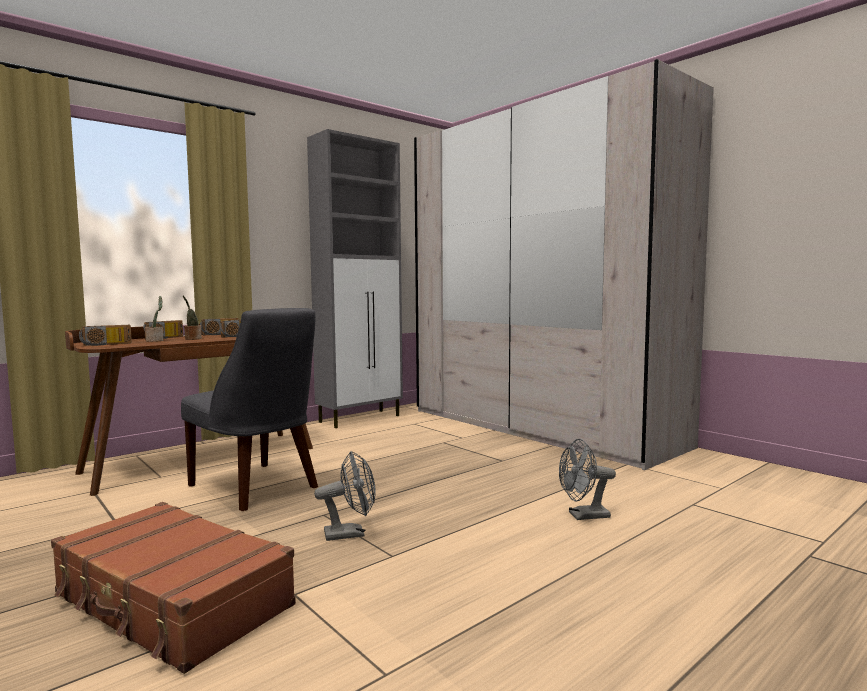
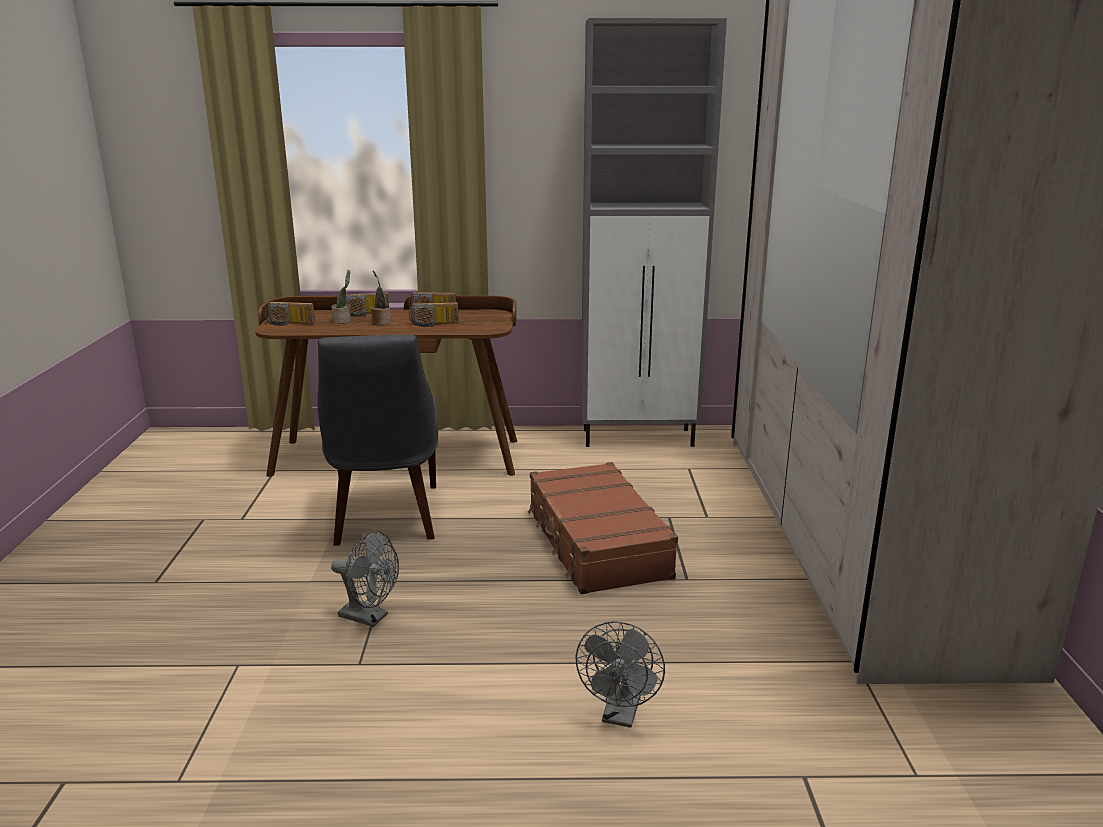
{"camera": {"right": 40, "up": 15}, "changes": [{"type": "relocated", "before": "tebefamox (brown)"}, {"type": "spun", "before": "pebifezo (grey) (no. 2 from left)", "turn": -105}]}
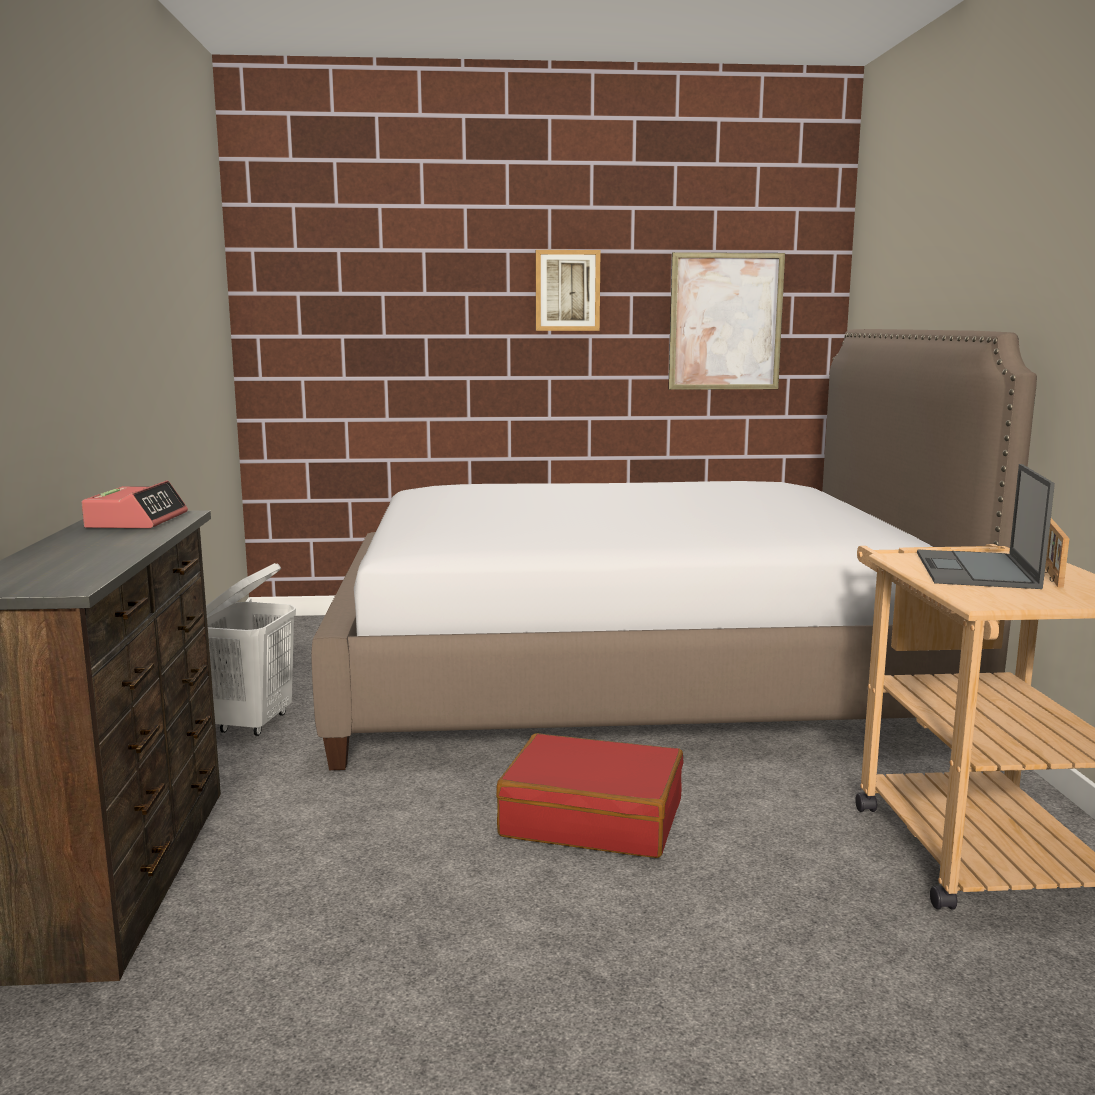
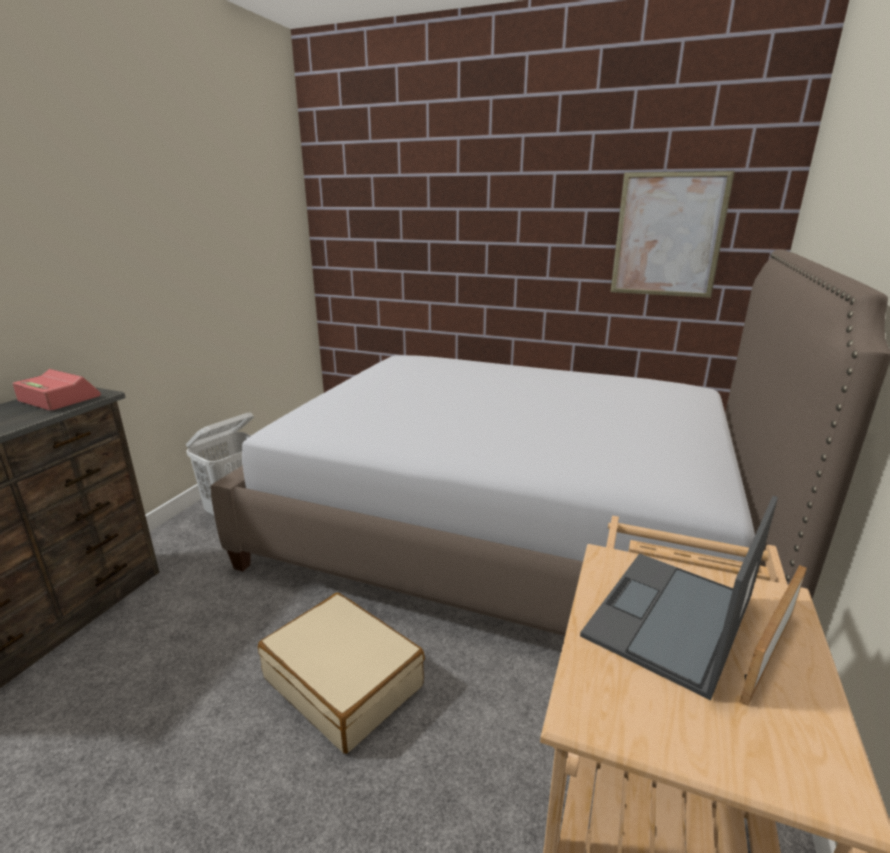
{"camera": {"right": 25, "up": 10}, "changes": [{"type": "missing", "before": "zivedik (no. 1 from left)"}, {"type": "colour", "before": "tebefamox (red)", "after": "tebefamox (beige)"}, {"type": "spun", "before": "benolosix", "turn": -90}]}
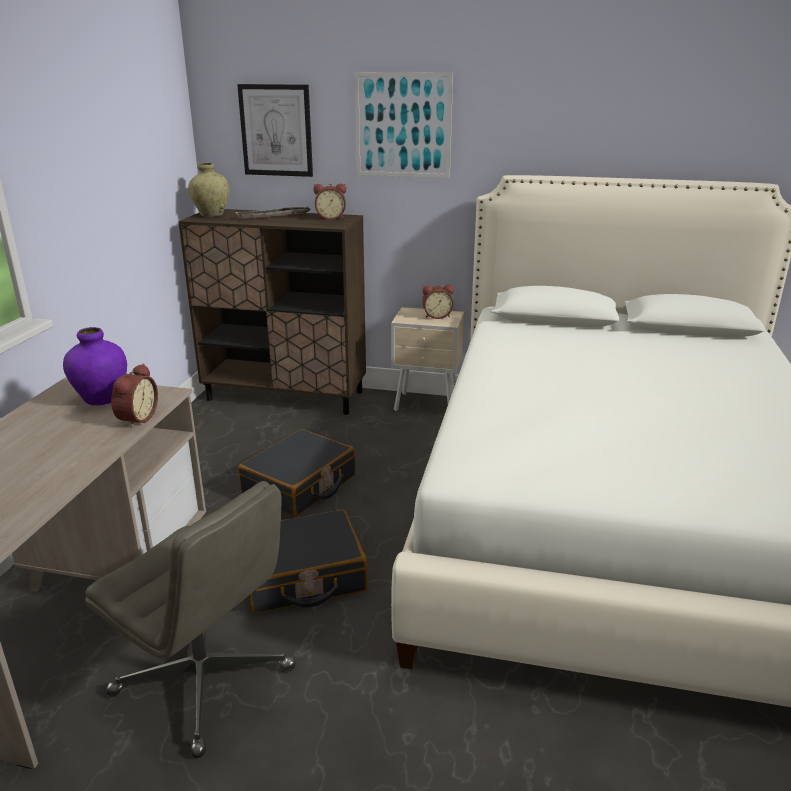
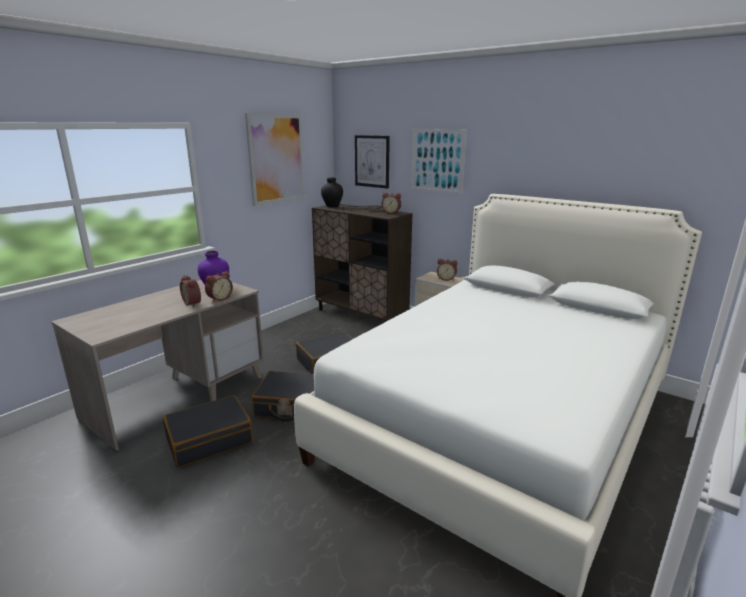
{"camera": {"right": 25, "up": -5}, "changes": [{"type": "appeared", "after": "benolosix (no. 1 from left)"}, {"type": "appeared", "after": "zivedik (no. 1 from left)"}, {"type": "exchanged", "before": "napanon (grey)", "after": "tebefamox (black) (no. 1 from left)"}, {"type": "colour", "before": "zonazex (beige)", "after": "zonazex (black)"}]}
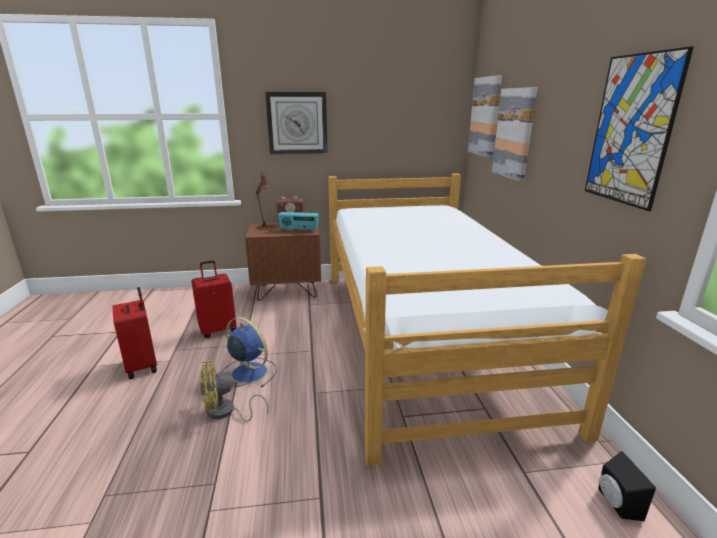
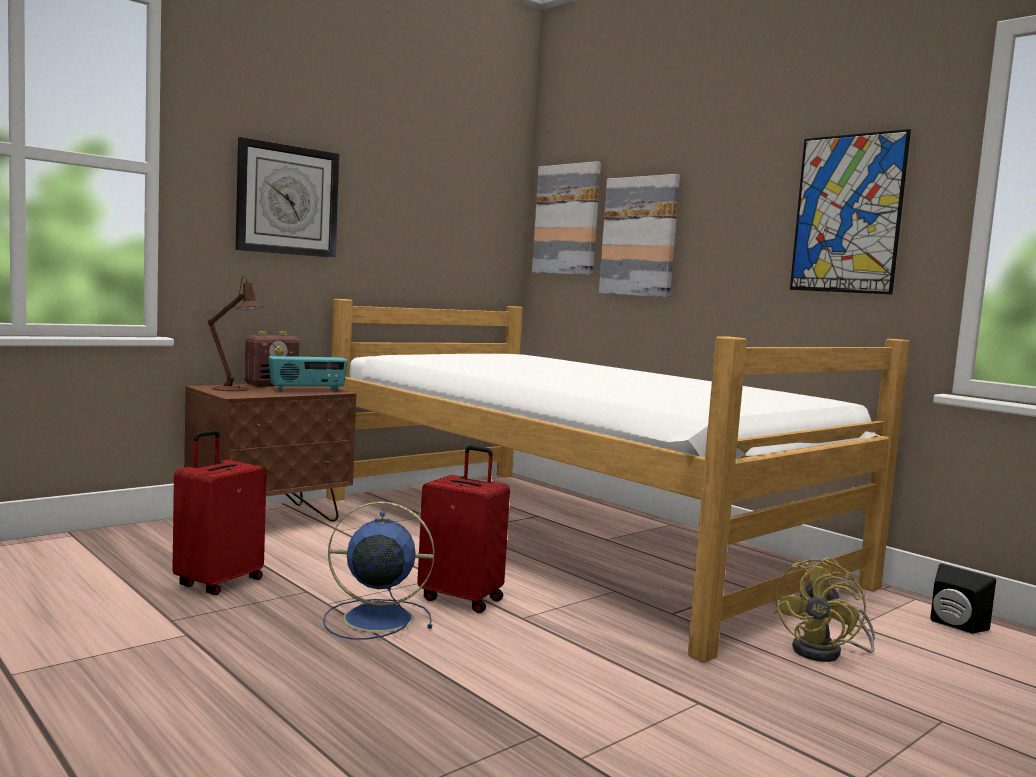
{"camera": {"right": -35, "up": -15}, "changes": [{"type": "relocated", "before": "tebefamox (red) (no. 1 from left in the first image)", "after": "tebefamox (red) (no. 2 from left)"}, {"type": "relocated", "before": "pebifezo (yellow)"}]}
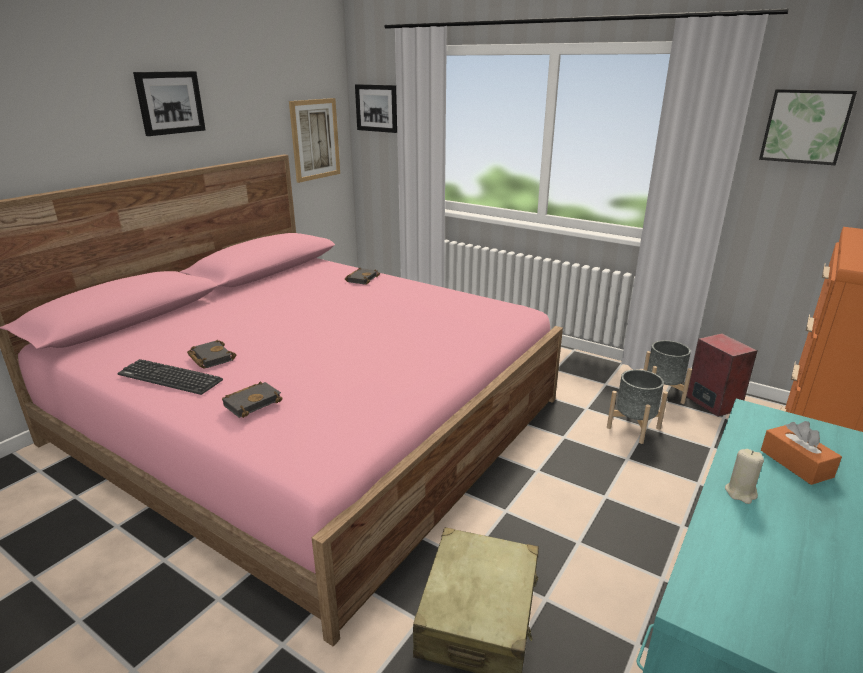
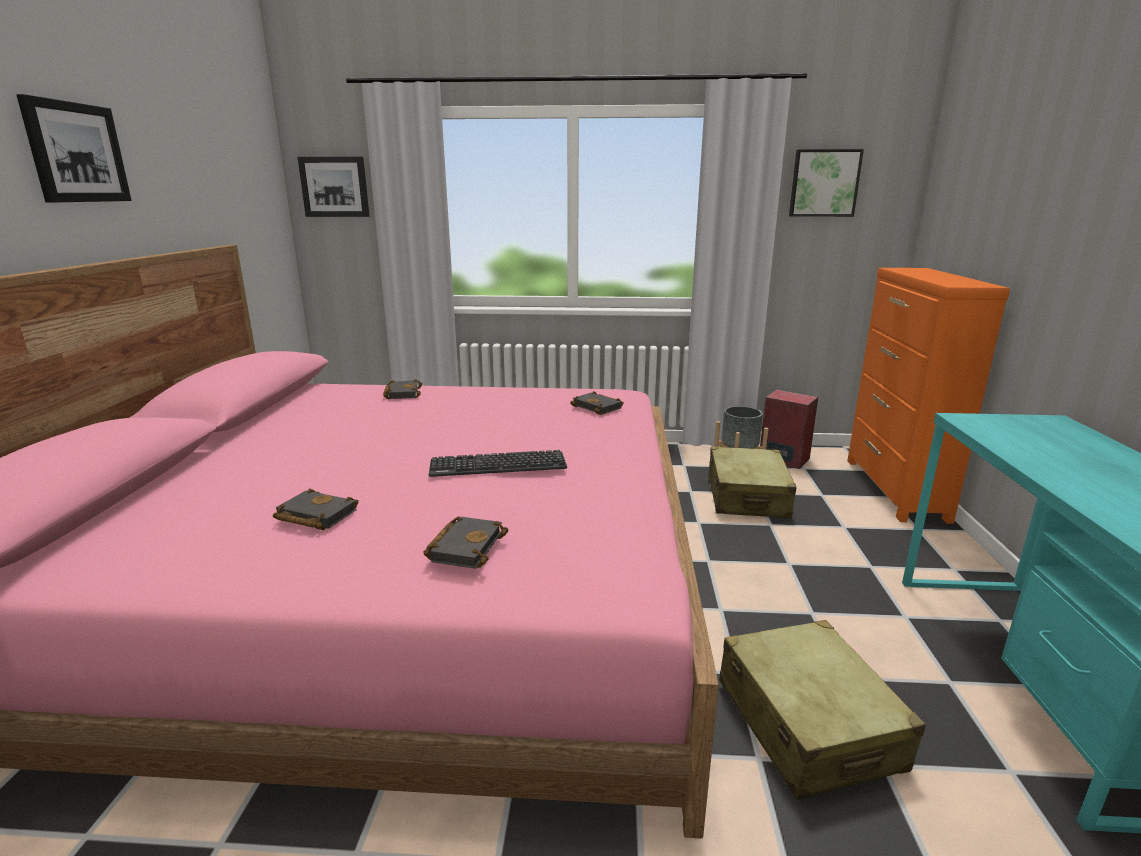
{"camera": {"right": -30, "up": -5}, "changes": [{"type": "missing", "before": "zivedik (no. 2 from left)"}, {"type": "missing", "before": "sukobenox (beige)"}, {"type": "missing", "before": "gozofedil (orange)"}, {"type": "appeared", "after": "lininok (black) (no. 4 from left)"}, {"type": "relocated", "before": "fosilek"}, {"type": "exchanged", "before": "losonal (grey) (no. 1 from left)", "after": "tebefamox (beige) (no. 1 from left)"}]}
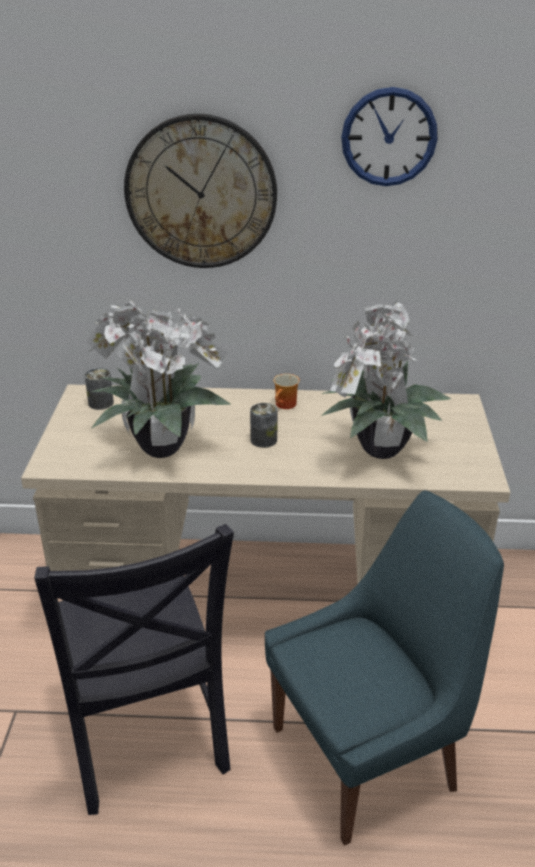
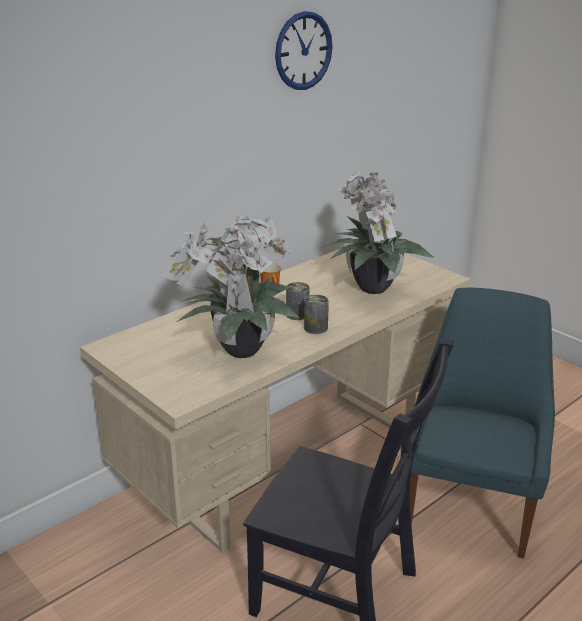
{"camera": {"right": -45, "up": -5}, "changes": [{"type": "missing", "before": "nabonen (no. 1 from left)"}, {"type": "relocated", "before": "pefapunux (no. 1 from left in the first image)", "after": "pefapunux (no. 2 from left)"}]}
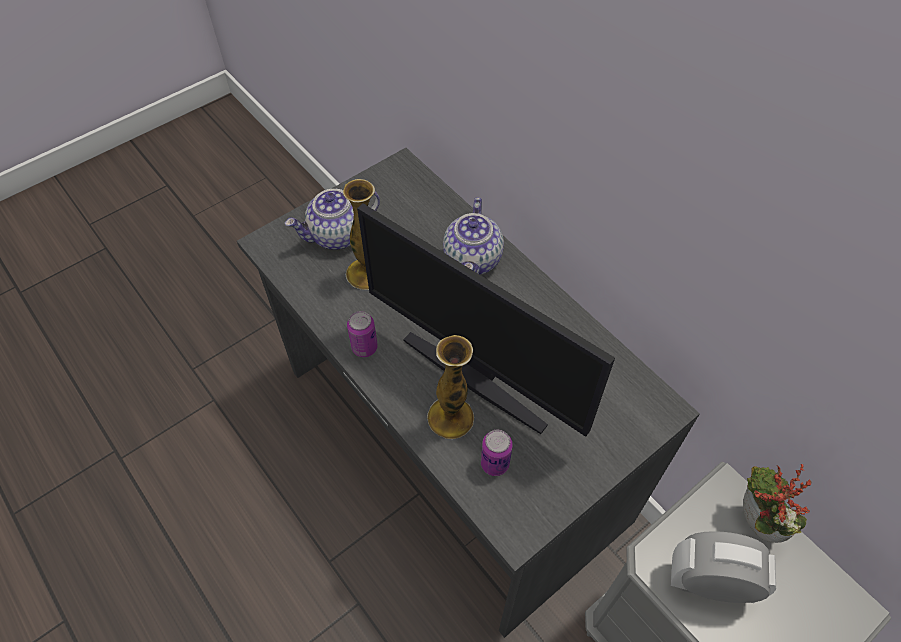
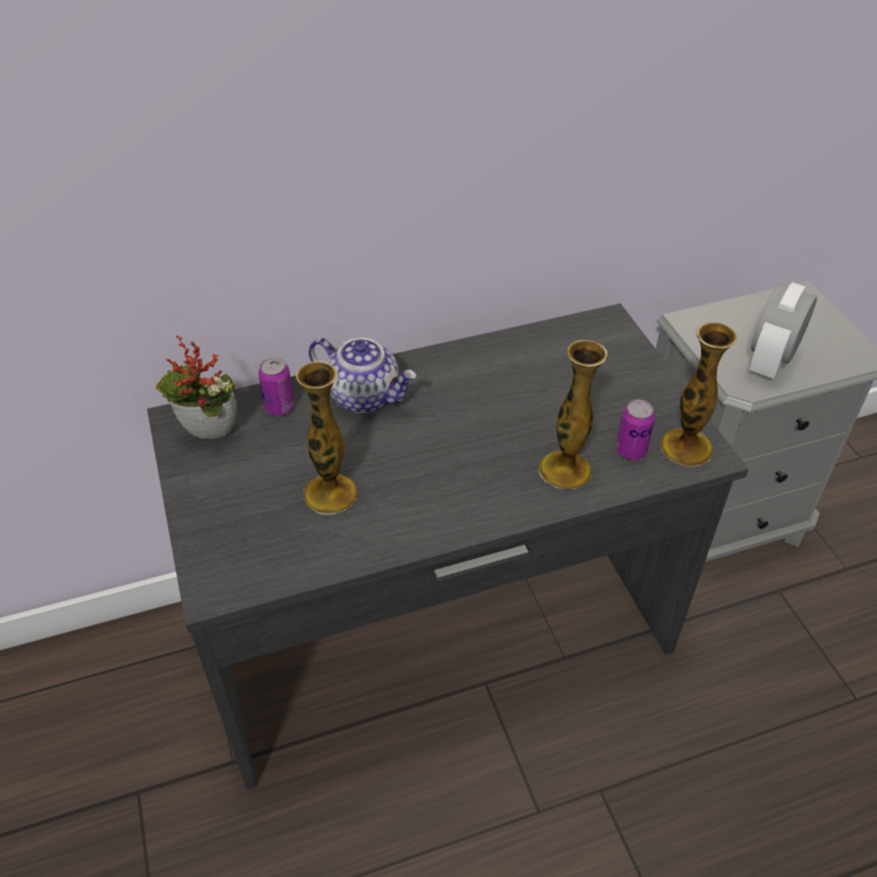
{"camera": {"right": -70, "up": -10}, "changes": [{"type": "missing", "before": "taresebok (no. 1 from left)"}, {"type": "missing", "before": "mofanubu"}, {"type": "appeared", "after": "zonazex (no. 3 from left)"}, {"type": "relocated", "before": "pefapunux (no. 1 from left)"}, {"type": "relocated", "before": "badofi"}]}
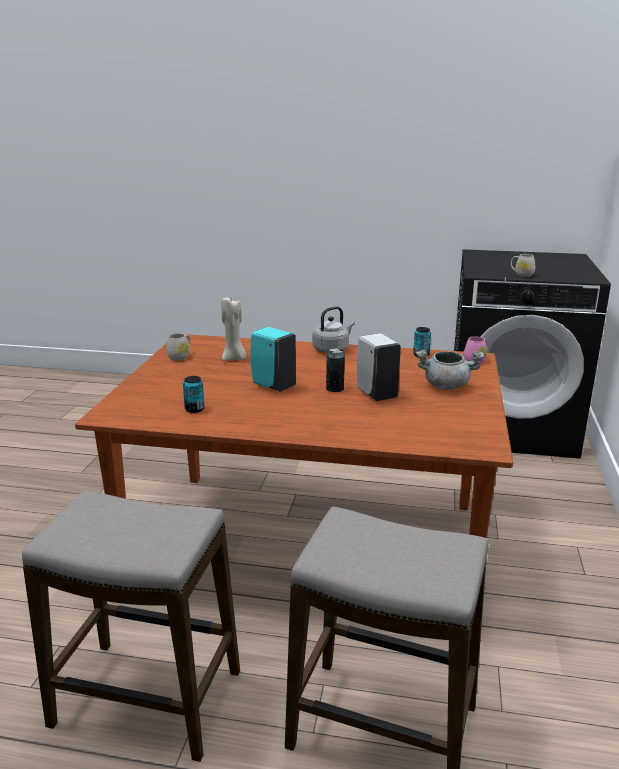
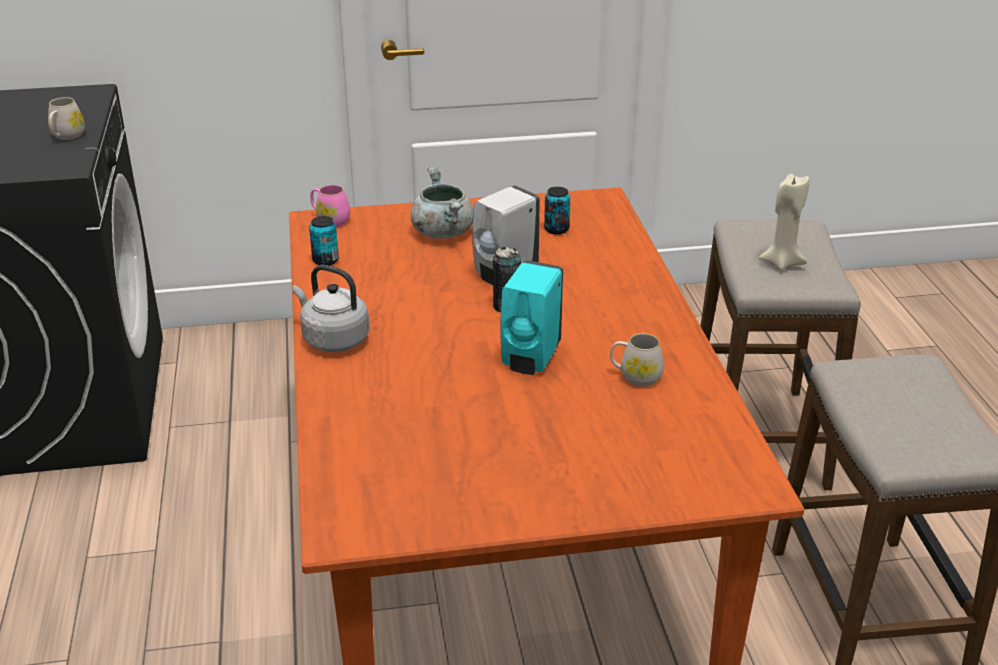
{"camera": {"right": -110, "up": 10}, "changes": [{"type": "relocated", "before": "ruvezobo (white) (no. 1 from left in the first image)", "after": "ruvezobo (white) (no. 2 from left)"}, {"type": "relocated", "before": "pefapunux (no. 1 from left in the first image)", "after": "pefapunux (no. 3 from left)"}, {"type": "relocated", "before": "sukobenox (beige)"}]}
